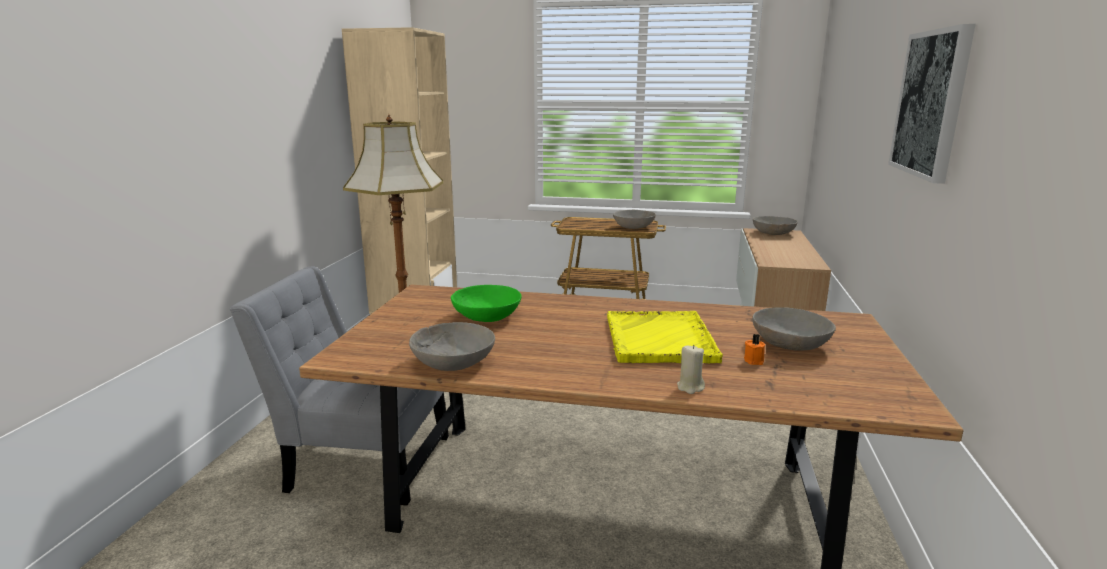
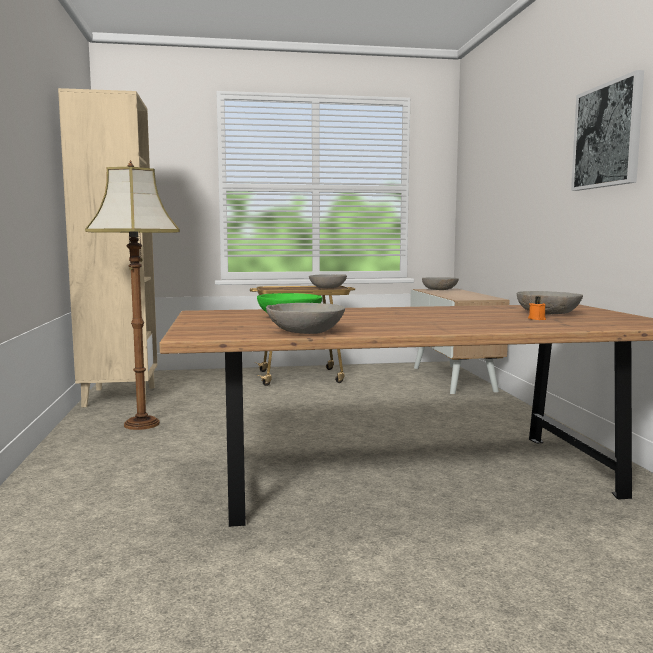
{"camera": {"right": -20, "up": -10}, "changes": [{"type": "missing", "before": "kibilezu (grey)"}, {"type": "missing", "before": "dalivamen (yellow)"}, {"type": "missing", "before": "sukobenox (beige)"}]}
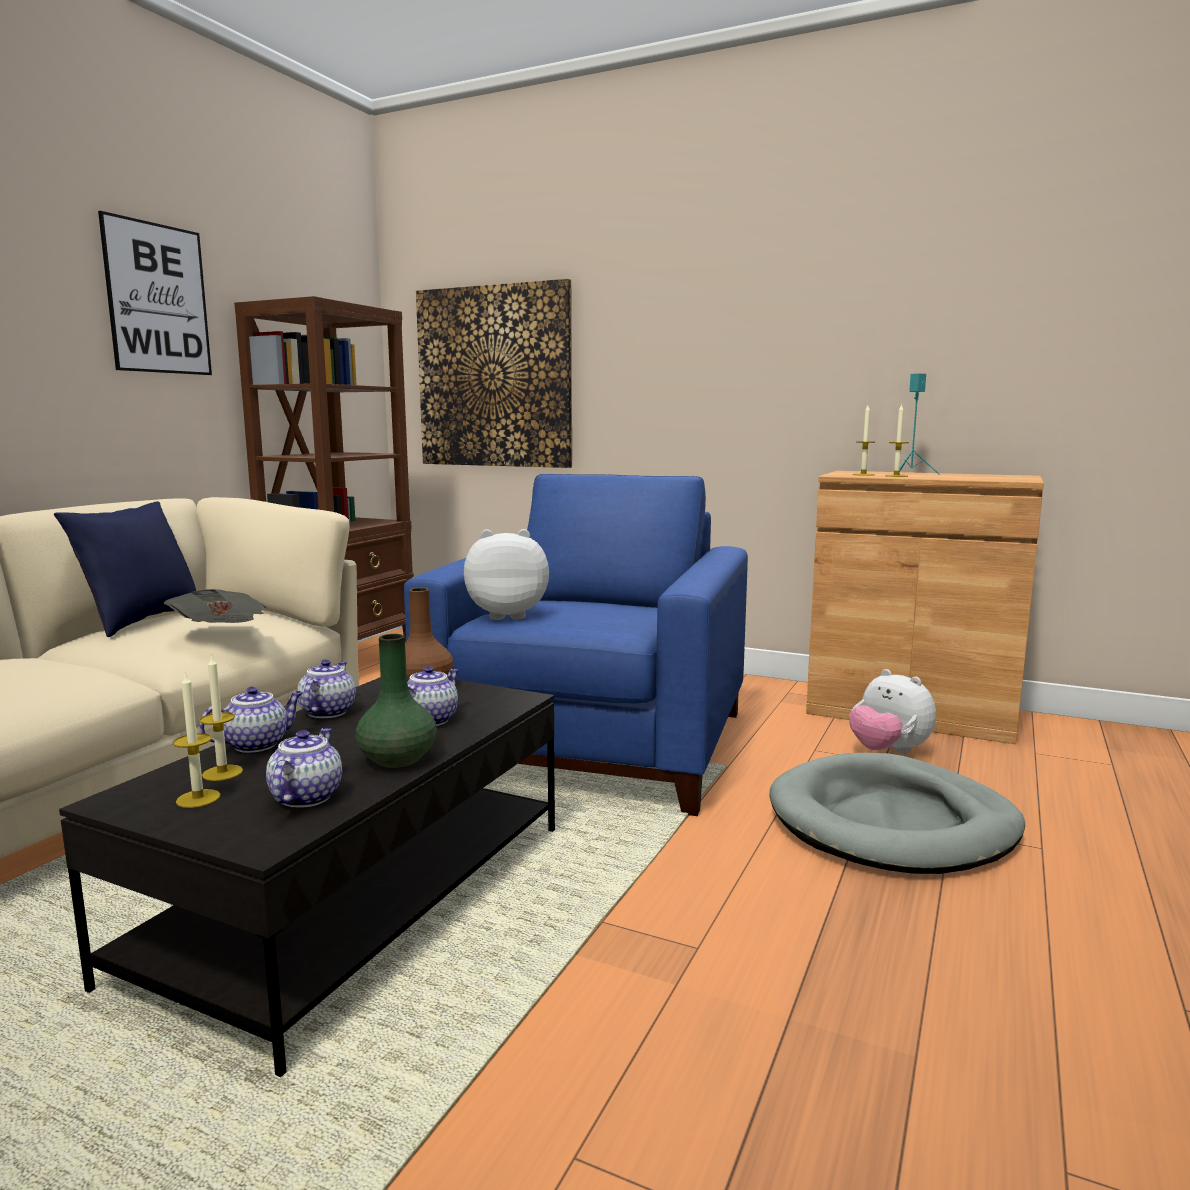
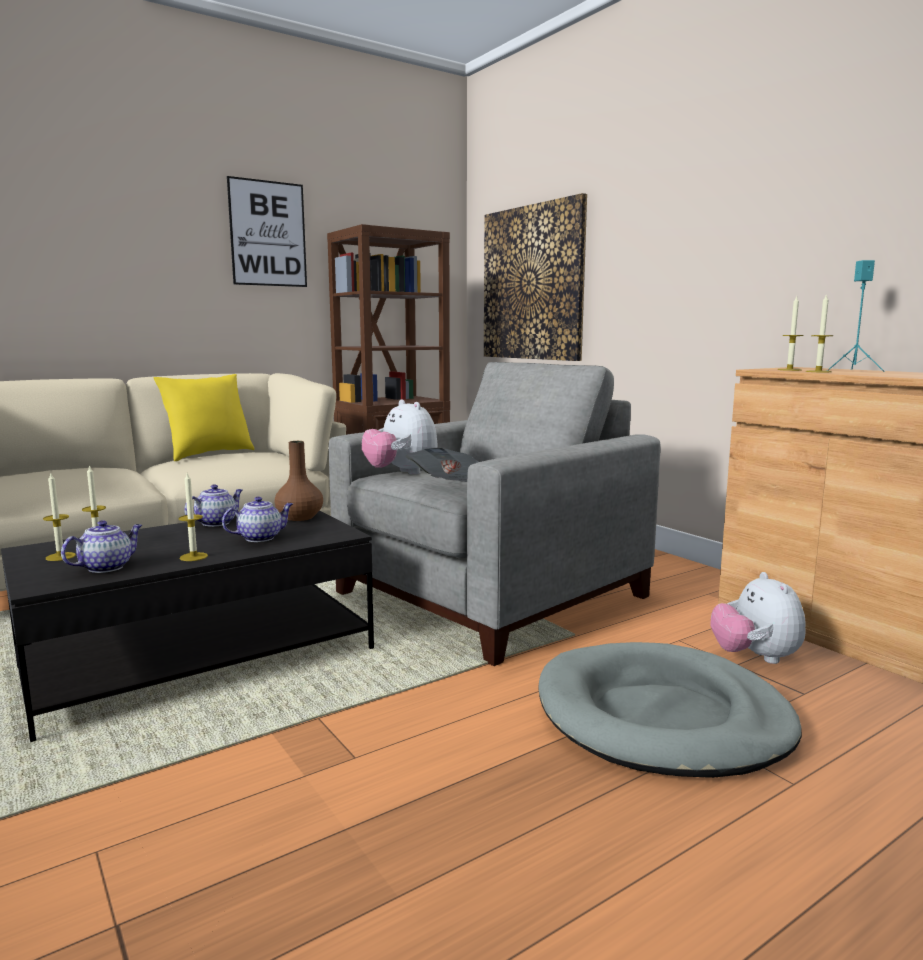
{"camera": {"right": 30, "up": 0}, "changes": [{"type": "missing", "before": "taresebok (no. 1 from left)"}, {"type": "relocated", "before": "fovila"}, {"type": "exchanged", "before": "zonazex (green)", "after": "sukobenox (no. 3 from left)"}, {"type": "colour", "before": "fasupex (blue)", "after": "fasupex (yellow)"}, {"type": "colour", "before": "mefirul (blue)", "after": "mefirul (grey)"}, {"type": "spun", "before": "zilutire (no. 1 from left)", "turn": -150}]}
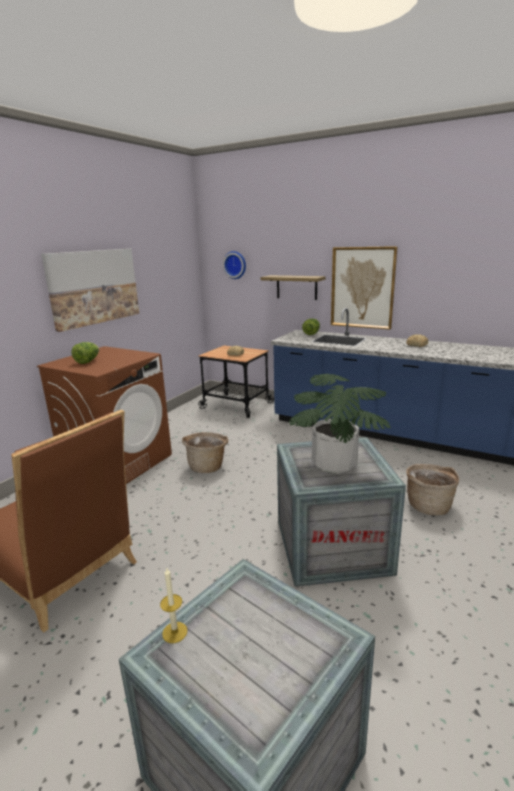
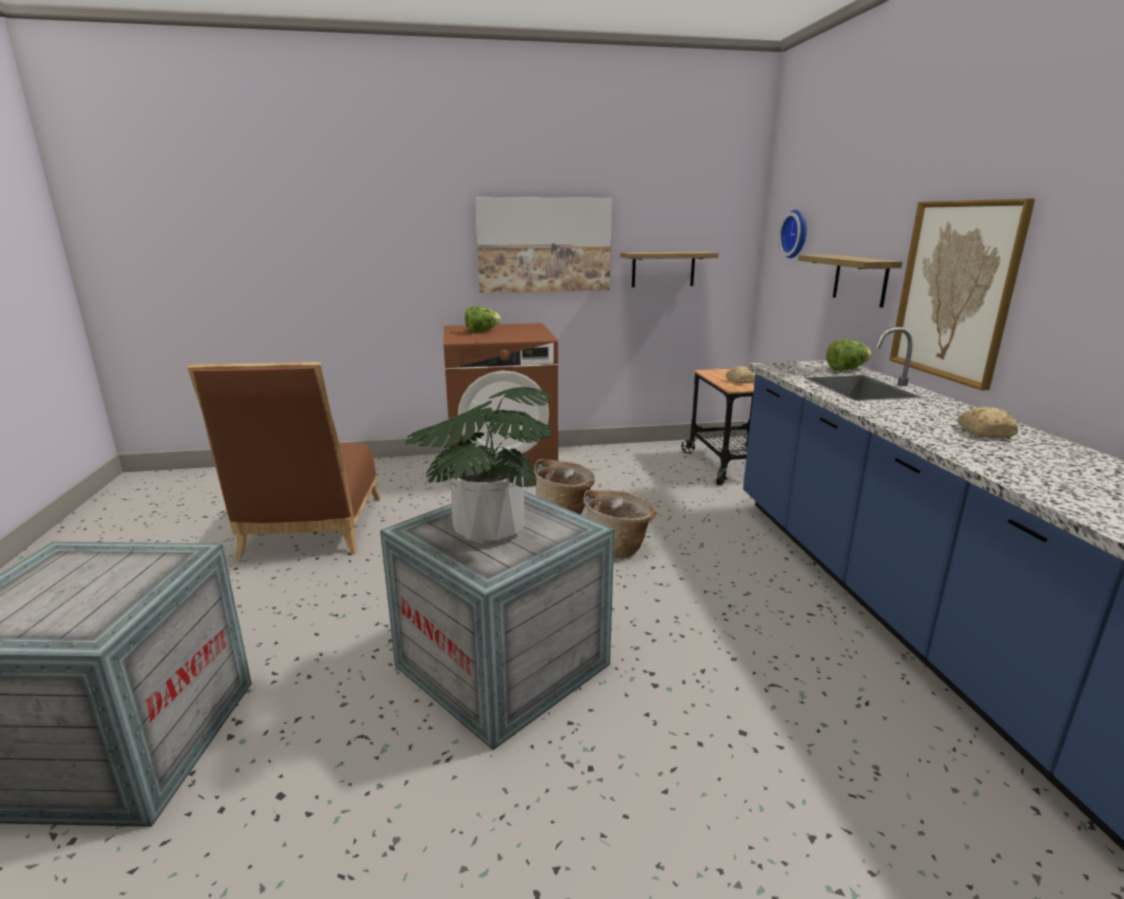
{"camera": {"right": 50, "up": 0}, "changes": [{"type": "missing", "before": "sukobenox"}, {"type": "appeared", "after": "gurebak (no. 1 from left)"}, {"type": "relocated", "before": "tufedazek (no. 2 from left)"}]}
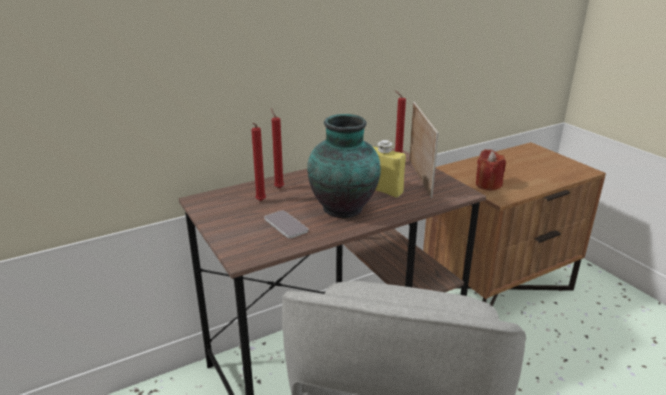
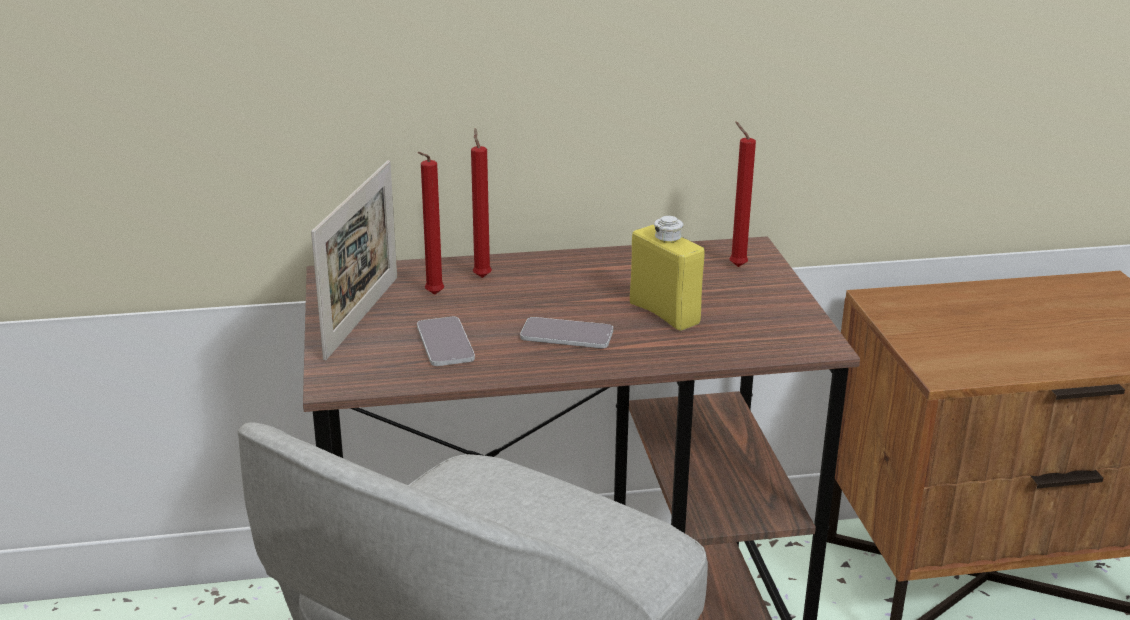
{"camera": {"right": 20, "up": 0}, "changes": [{"type": "missing", "before": "sukobenox (red) (no. 4 from left)"}, {"type": "relocated", "before": "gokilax"}, {"type": "exchanged", "before": "zonazex", "after": "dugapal (no. 2 from left)"}]}
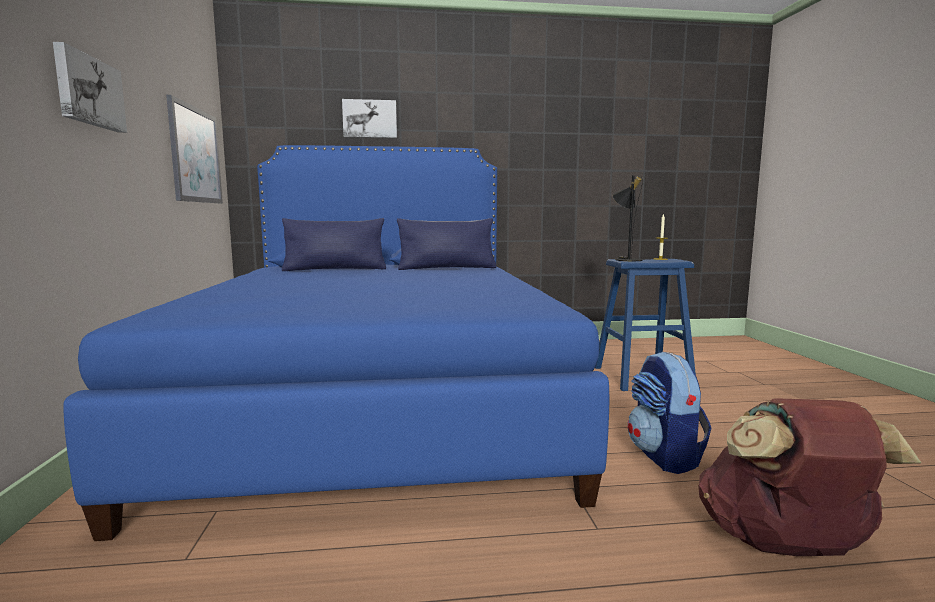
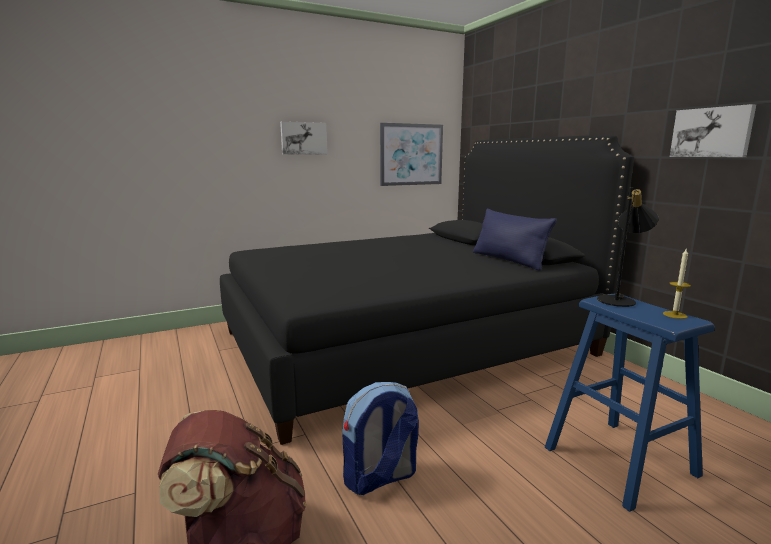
{"camera": {"right": 70, "up": 5}, "changes": [{"type": "missing", "before": "fasupex (blue) (no. 1 from left)"}, {"type": "relocated", "before": "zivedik (no. 3 from left)"}, {"type": "colour", "before": "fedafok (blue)", "after": "fedafok (black)"}]}
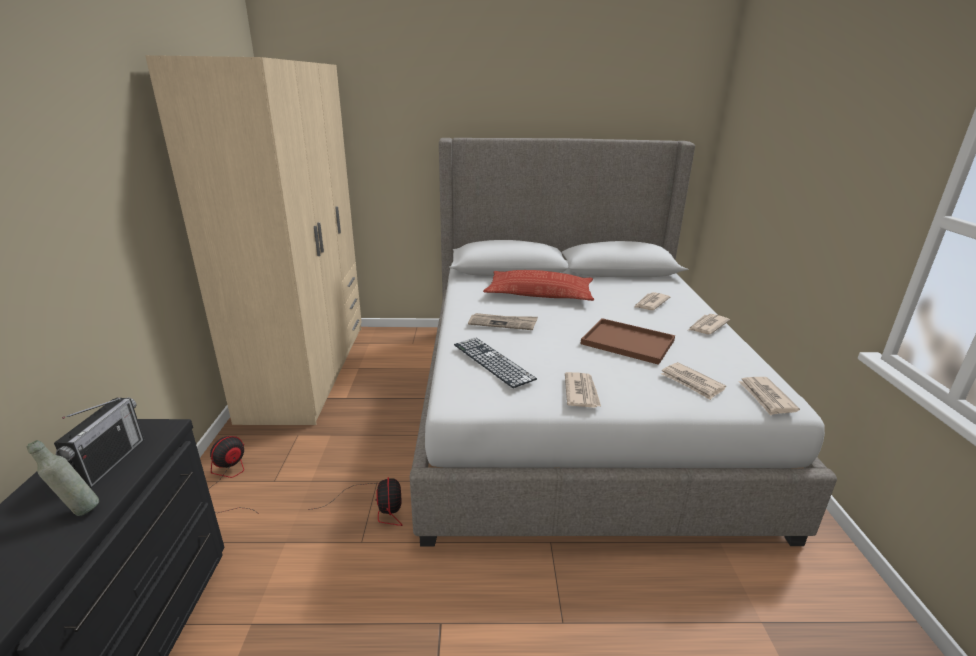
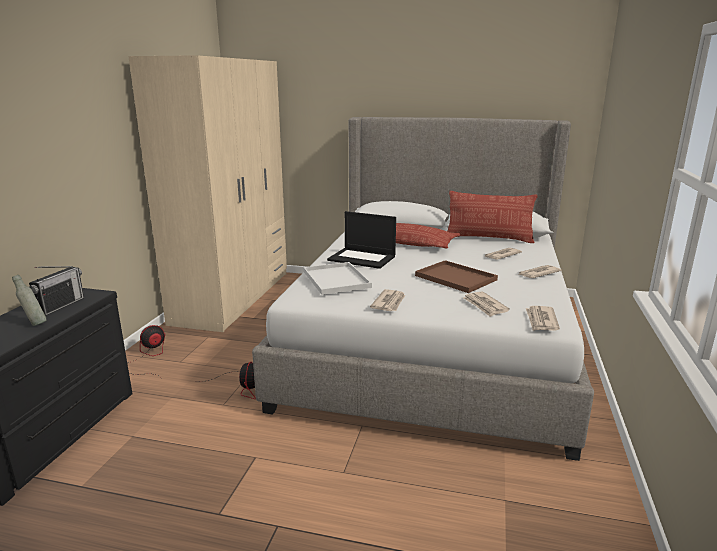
{"camera": {"right": 15, "up": -5}, "changes": [{"type": "appeared", "after": "fasupex (no. 2 from left)"}, {"type": "exchanged", "before": "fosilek", "after": "dalivamen (white)"}, {"type": "exchanged", "before": "fovila (no. 1 from left)", "after": "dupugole"}]}
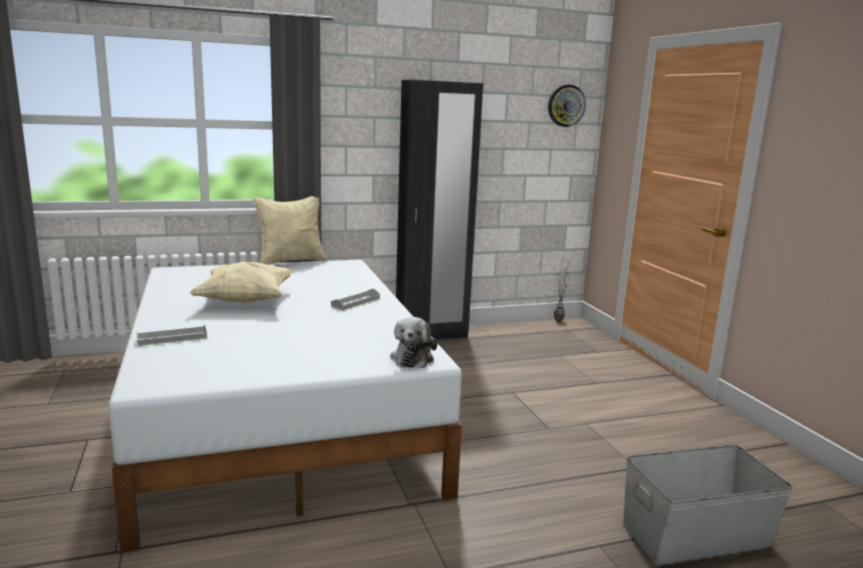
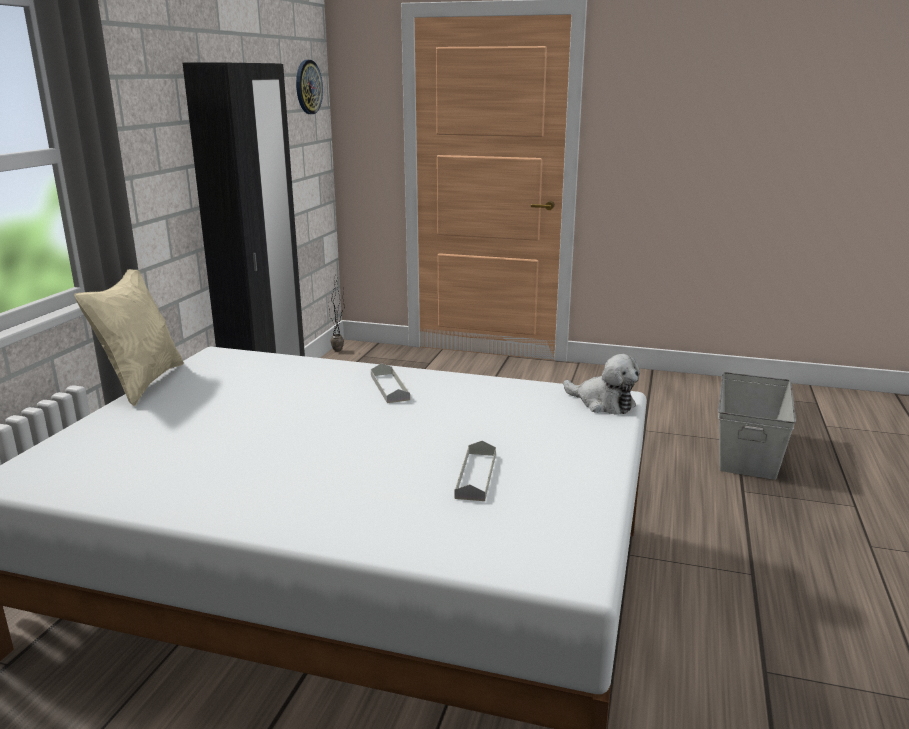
{"camera": {"right": -55, "up": 5}, "changes": [{"type": "missing", "before": "fasupex (beige) (no. 1 from left)"}, {"type": "relocated", "before": "dalivamen (grey) (no. 1 from left in the first image)", "after": "dalivamen (grey) (no. 2 from left)"}]}
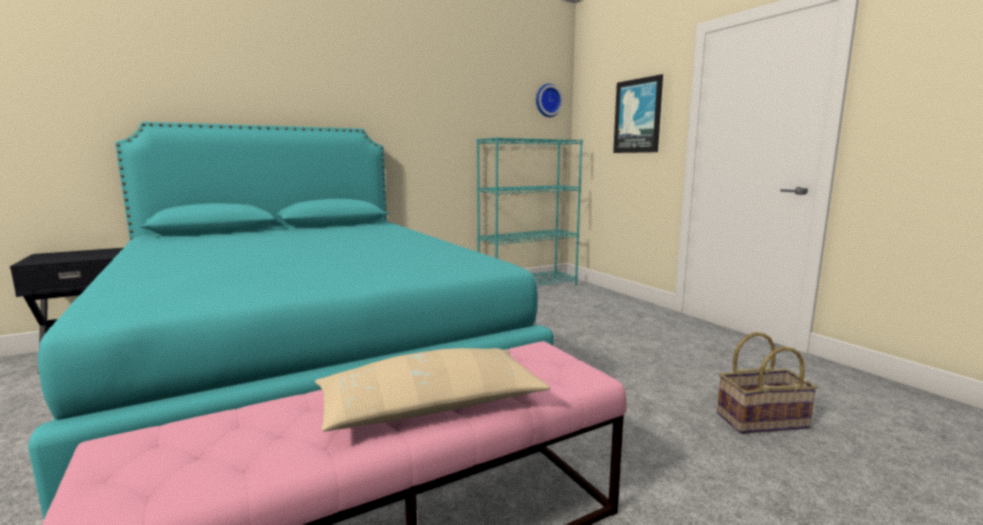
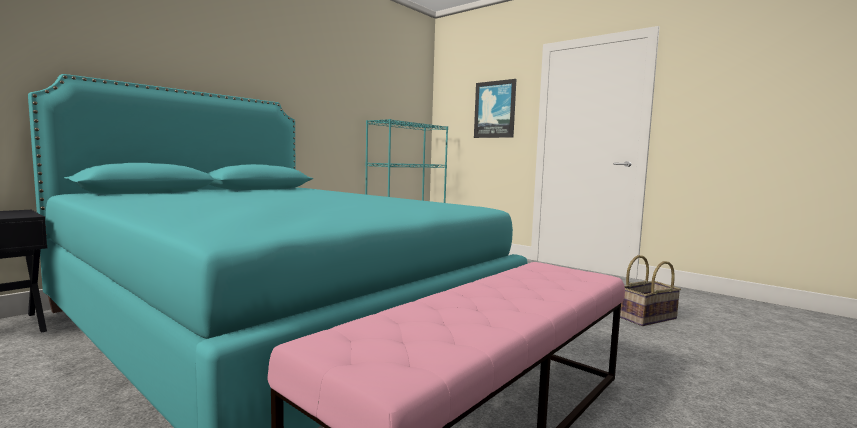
{"camera": {"right": -20, "up": -5}, "changes": [{"type": "missing", "before": "fasupex (beige)"}, {"type": "missing", "before": "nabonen"}]}
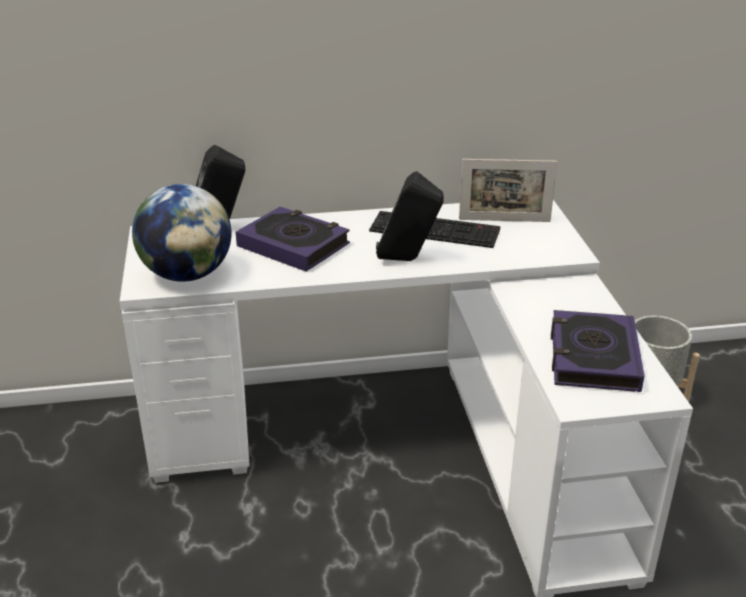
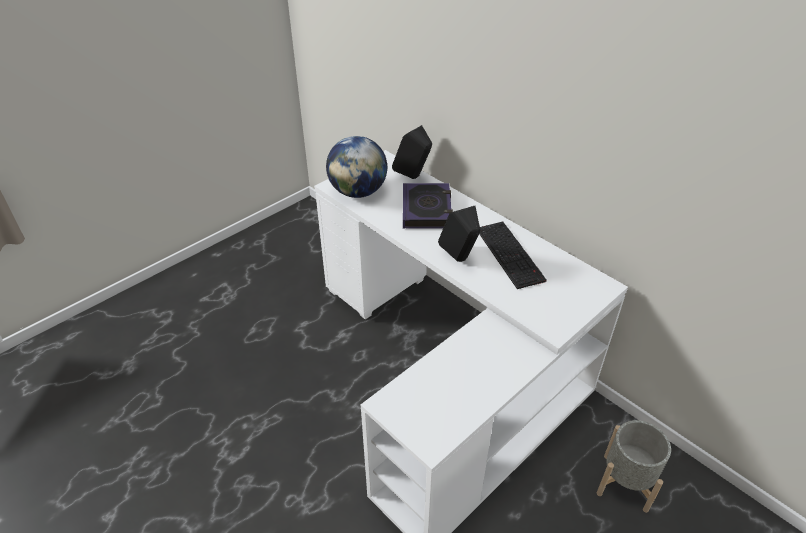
{"camera": {"right": 55, "up": 10}, "changes": [{"type": "missing", "before": "gokilax"}, {"type": "missing", "before": "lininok (no. 2 from left)"}]}
